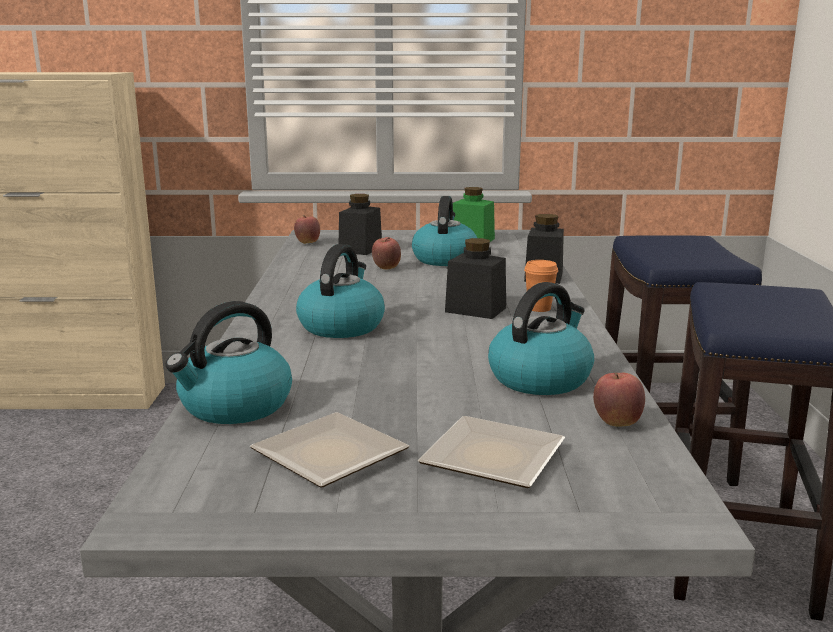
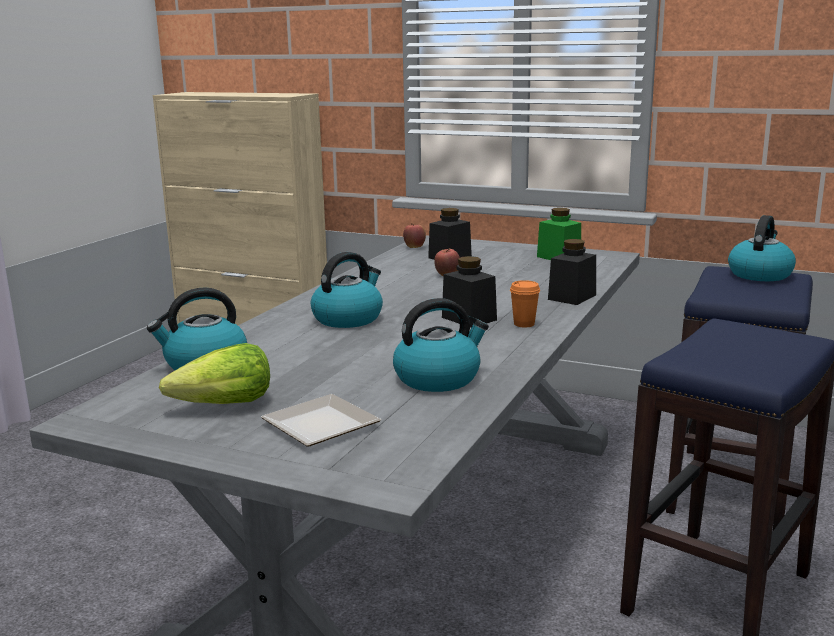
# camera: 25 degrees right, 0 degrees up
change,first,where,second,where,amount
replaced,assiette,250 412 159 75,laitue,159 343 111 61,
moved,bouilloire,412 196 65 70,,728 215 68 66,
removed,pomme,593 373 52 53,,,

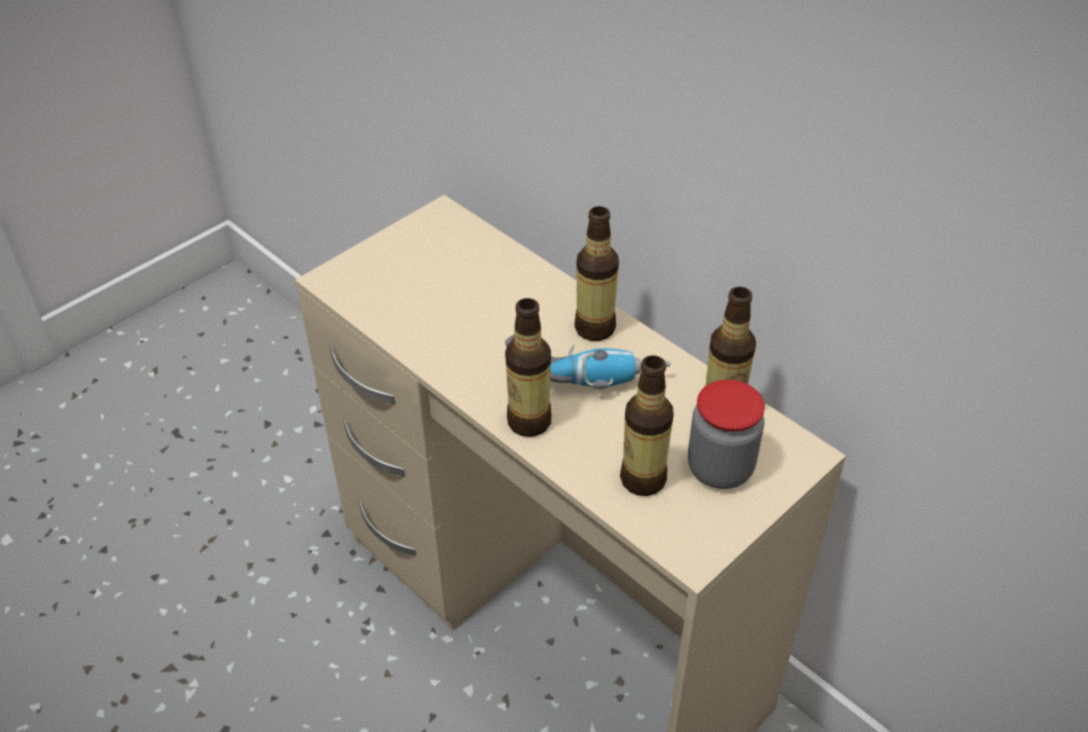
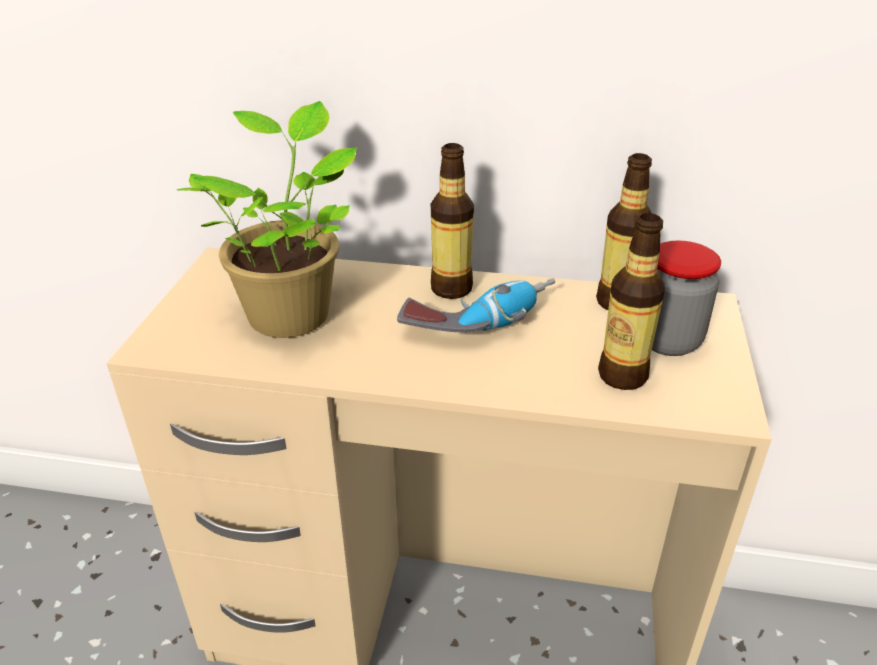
# camera: 35 degrees left, 10 degrees down
change,first,where,second,where,amount
added,,,plante en pot,177 101 180 237,
removed,bouteille,505 298 47 139,,,

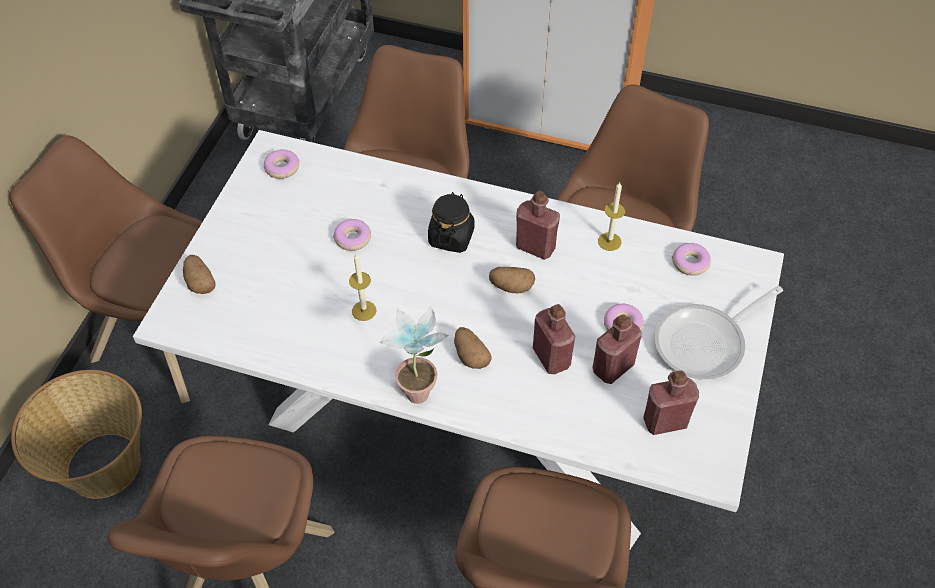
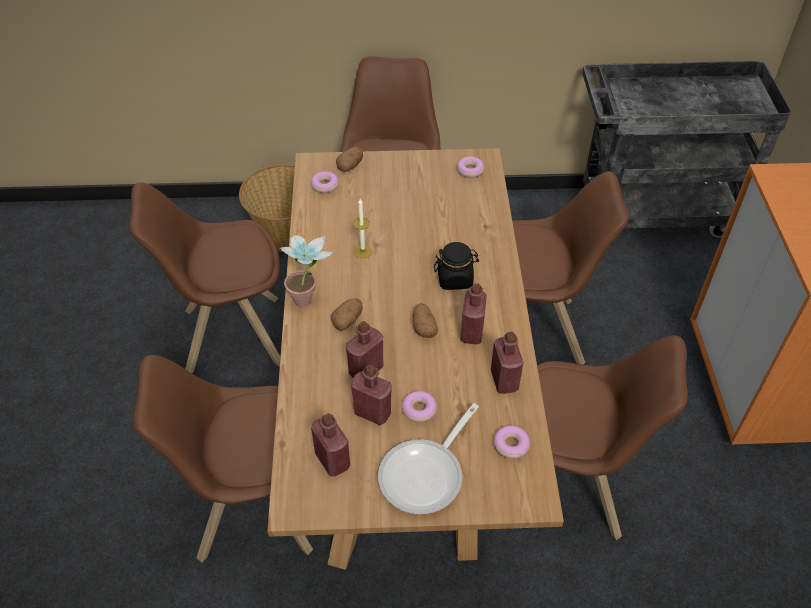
# camera: 70 degrees right, 5 degrees down
change,first,where,second,where,amount
recoloured,table à manger [blanc],133 130 651 419,table à manger [marron],267 148 297 422,
moved,beignet,333 219 38 32,,311 171 28 22,
turned,poêle,654 286 129 93,,378 403 101 111,90 degrees counterclockwise
replaced,bougie,598 182 28 69,bouteille [rouge],491 332 33 62,

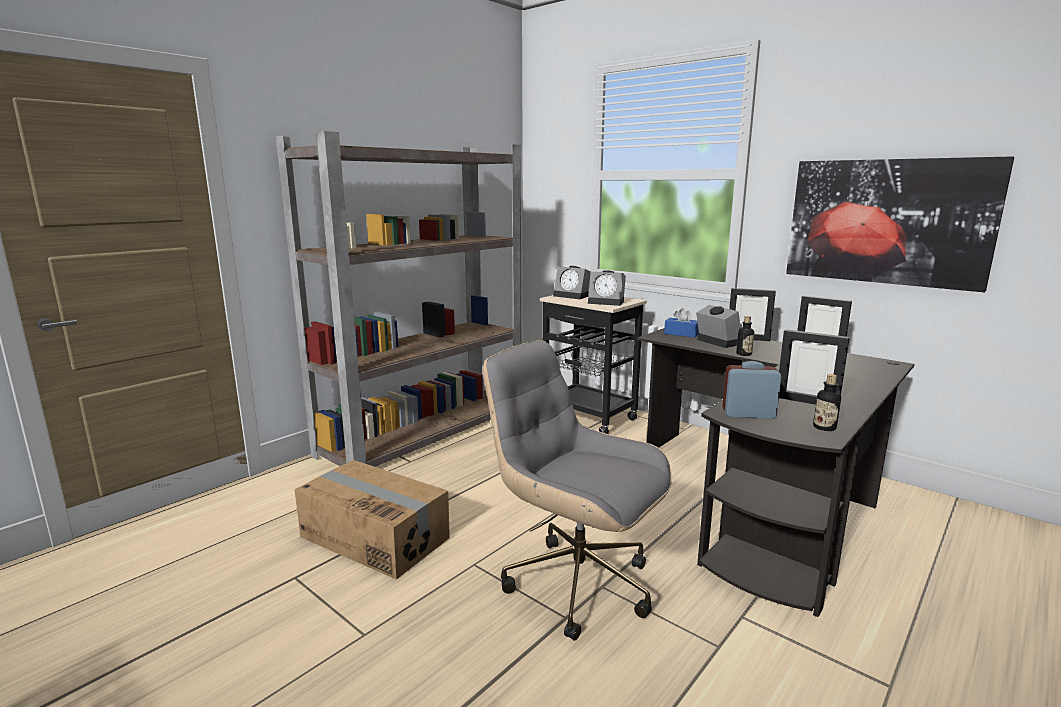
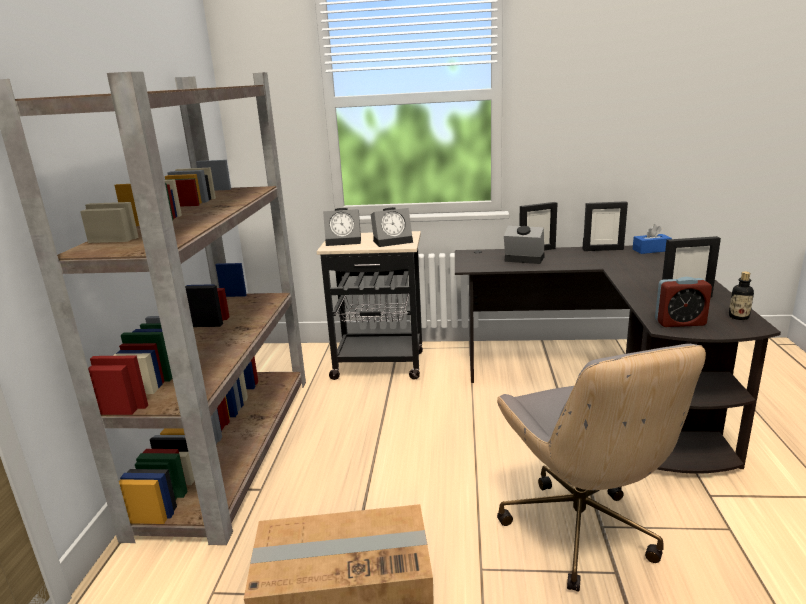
# camera: 35 degrees left, 5 degrees up
change,first,where,second,where,amount
turned,chaise de bureau [gris],483 340 189 301,,497 344 209 248,105 degrees counterclockwise
moved,boîte à mouchoirs [bleu],664 308 35 30,,633 224 39 30,
turned,réveil,722 361 60 58,,655 277 57 50,150 degrees counterclockwise
removed,bouteille,736 316 18 40,,,
removed,tableau,786 156 228 136,,,

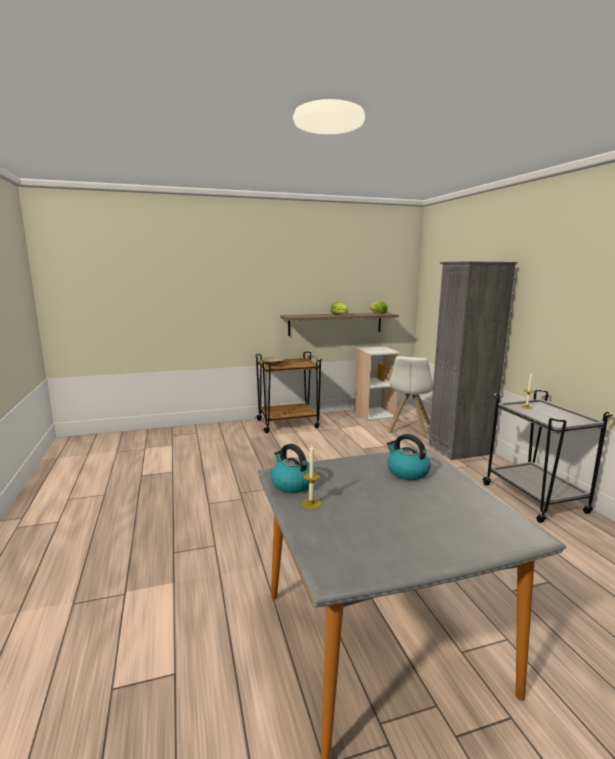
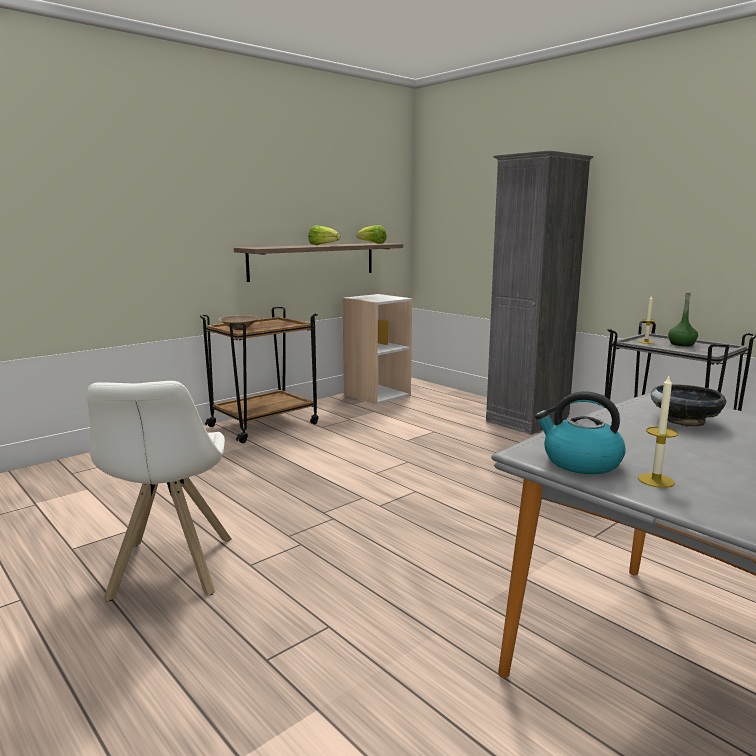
# camera: 25 degrees left, 0 degrees up
change,first,where,second,where,amount
moved,chaise [blanc],388 356 45 81,,87 381 145 221,
replaced,bouilloire,386 434 45 46,bol [noir],651 384 75 43,
added,,,bouteille [vert],668 293 30 53,

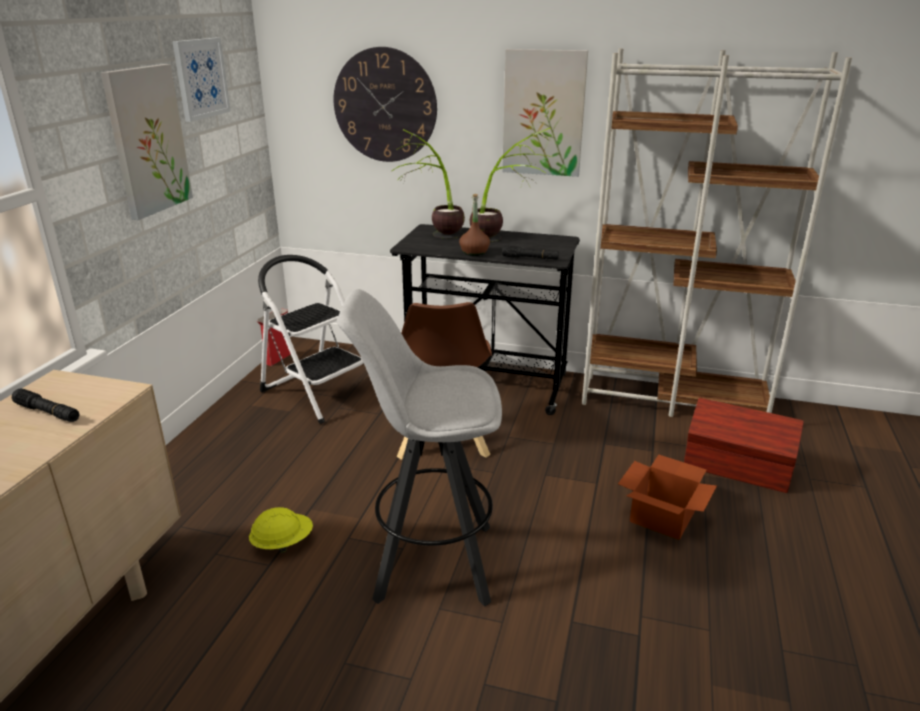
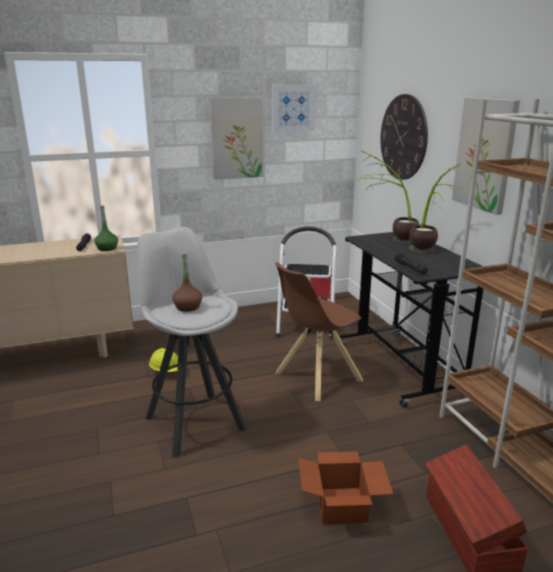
# camera: 55 degrees right, 5 degrees down
change,first,where,second,where,amount
added,,,bouteille [vert],94 206 24 45,
moved,bouteille [marron],459 194 31 62,,172 253 30 59,

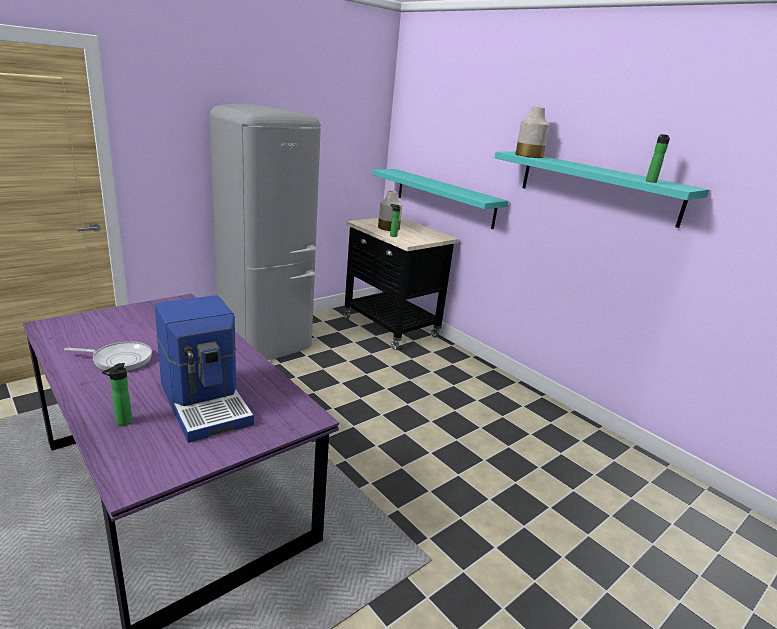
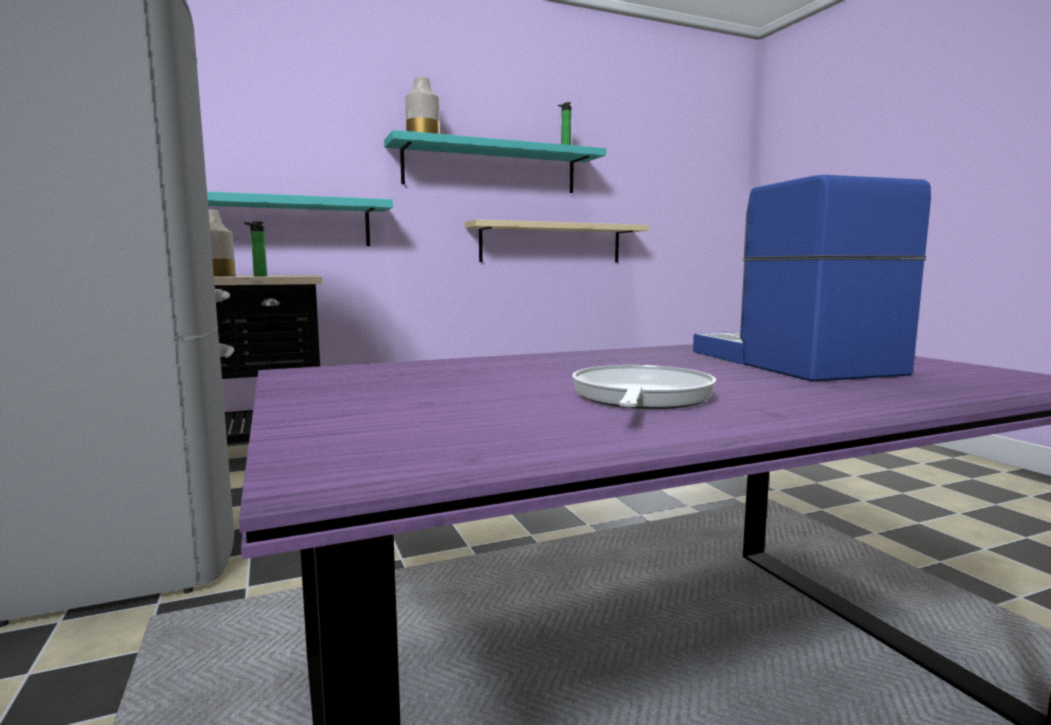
# camera: 70 degrees left, 15 degrees down
change,first,where,second,where,amount
added,,,étagère [beige],465 219 184 44,
turned,machine à café,154 295 100 148,,693 175 238 207,90 degrees counterclockwise
removed,bouteille,102 363 30 63,,,

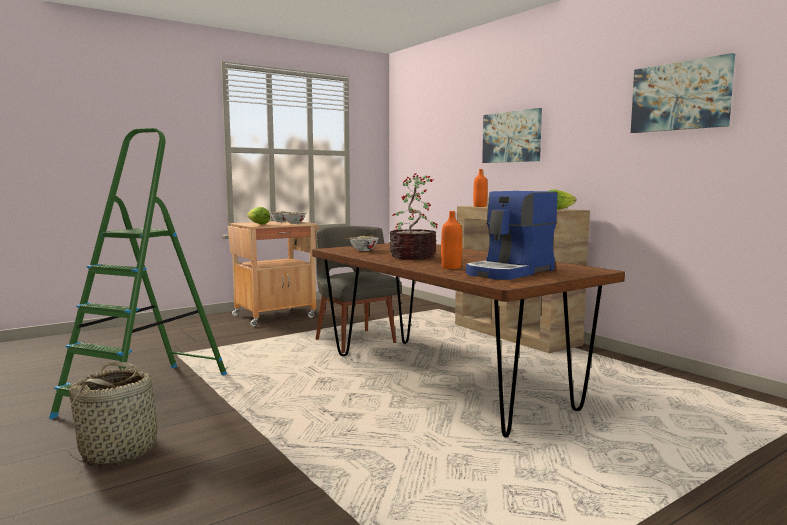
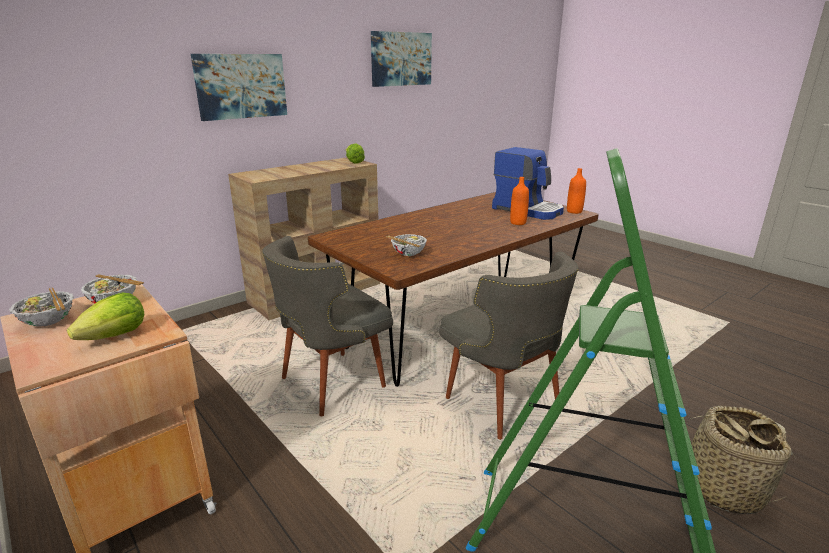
# camera: 95 degrees left, 15 degrees up
change,first,where,second,where,amount
added,,,chaise [gris],439 251 139 189,
moved,bouteille [orange],473 169 15 38,,567 168 19 46,
removed,plante en pot,389 173 48 87,,,

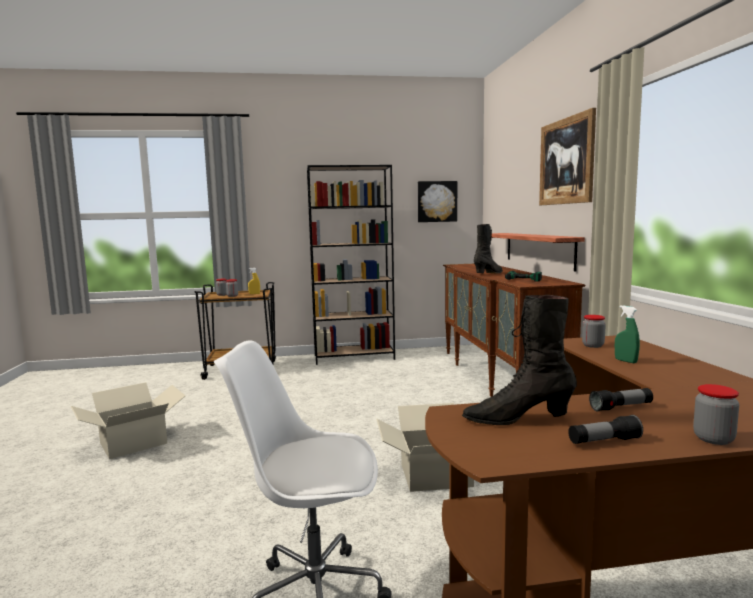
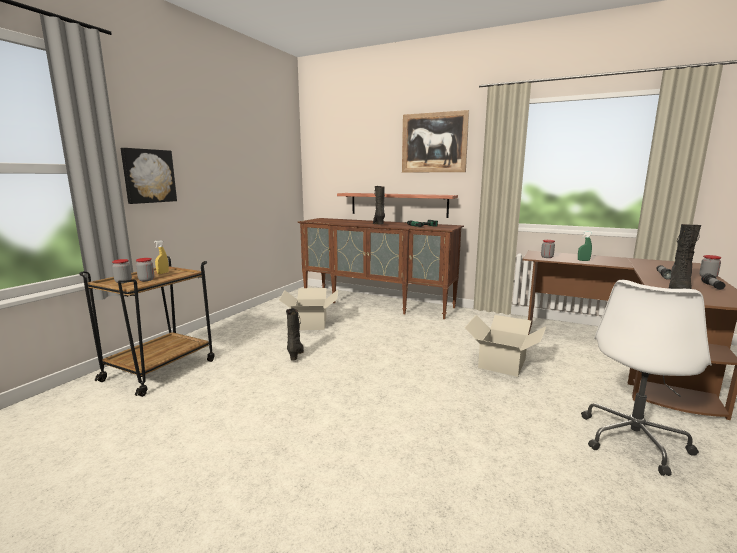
# camera: 55 degrees left, 5 degrees up
change,first,where,second,where,amount
moved,tableau,418 181 39 41,,121 148 56 56,
moved,carton,70 382 116 77,,279 288 59 42,
added,,,botte [noir],286 308 18 53,
removed,bibliothèque [beige],307 165 88 200,,,

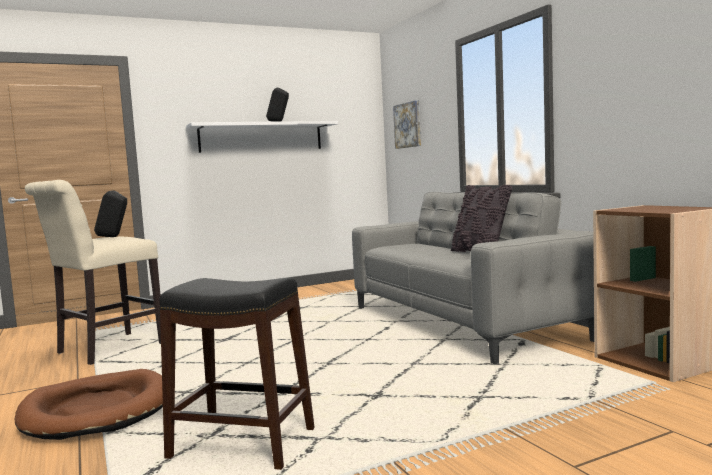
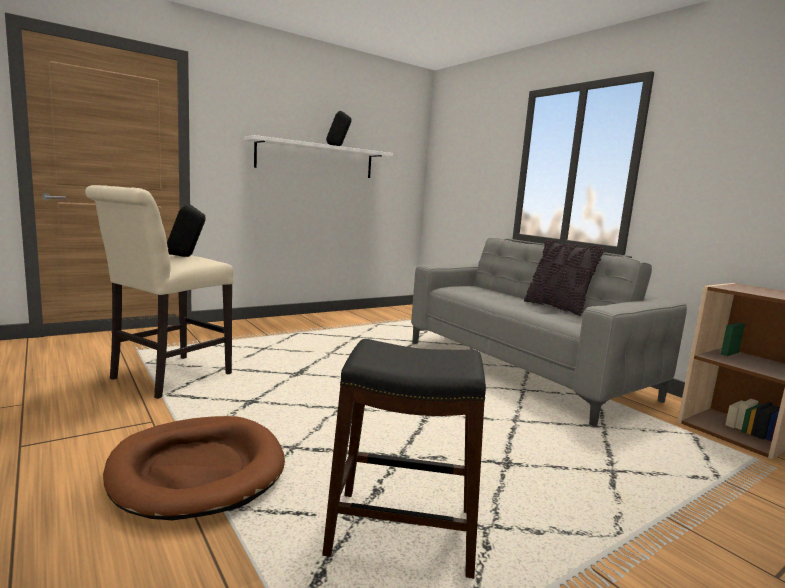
# camera: 10 degrees left, 5 degrees up
change,first,where,second,where,amount
removed,tableau,393 100 28 49,,,

